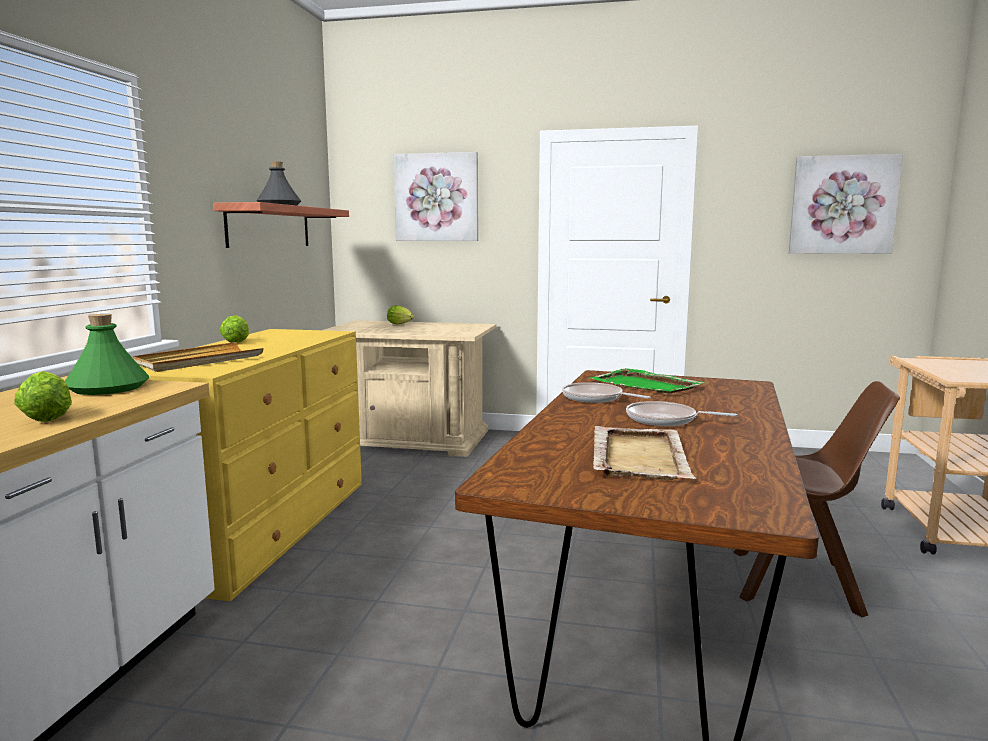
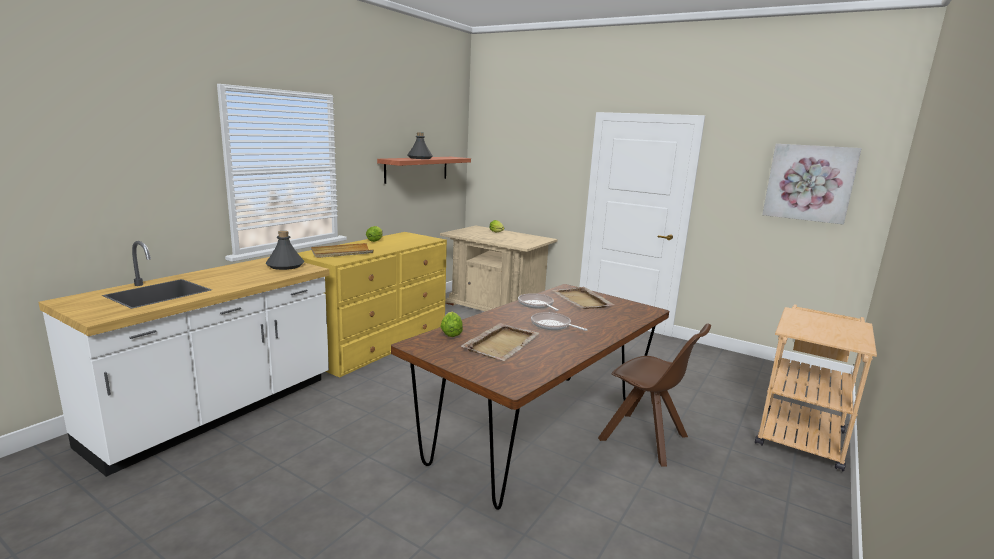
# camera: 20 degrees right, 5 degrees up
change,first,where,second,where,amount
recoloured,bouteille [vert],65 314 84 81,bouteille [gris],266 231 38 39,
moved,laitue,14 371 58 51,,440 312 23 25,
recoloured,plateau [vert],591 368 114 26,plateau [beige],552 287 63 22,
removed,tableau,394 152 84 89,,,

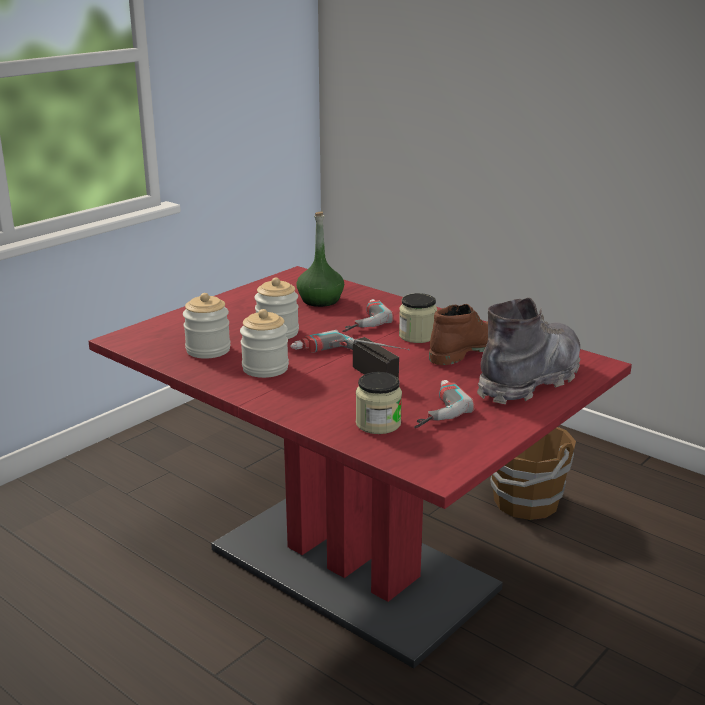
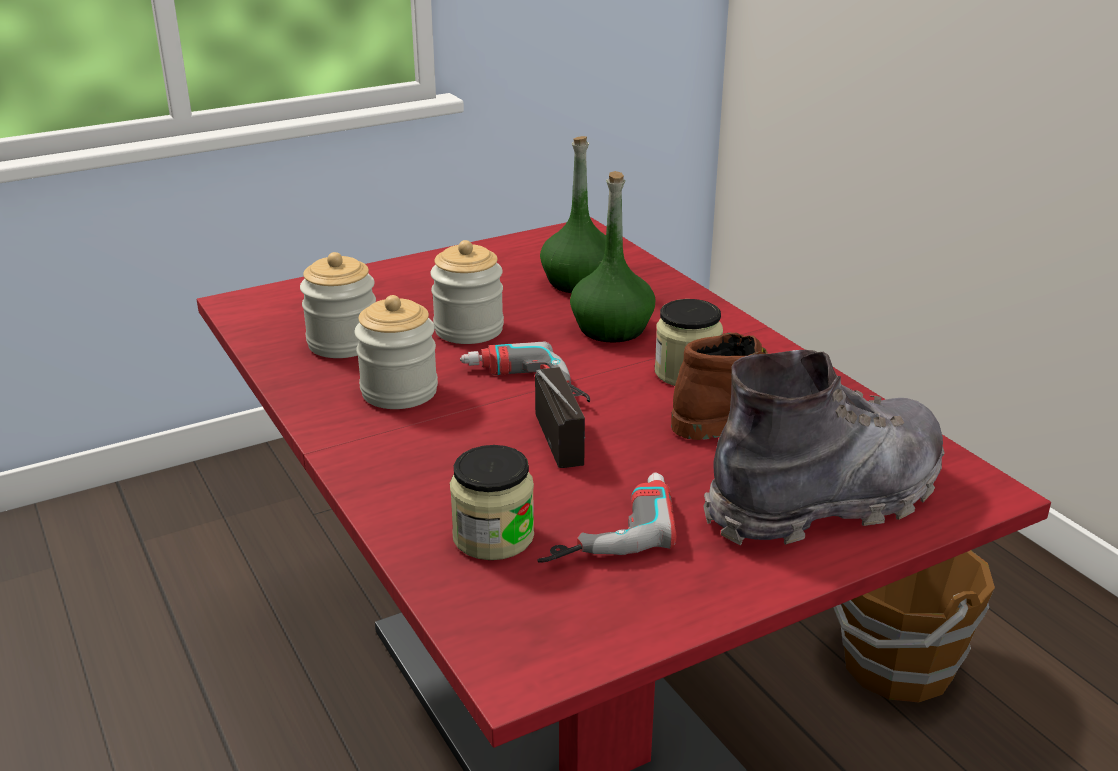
# camera: 20 degrees right, 5 degrees up
change,first,where,second,where,amount
replaced,perceuse,342 299 52 33,bouteille [vert],570 171 85 172,

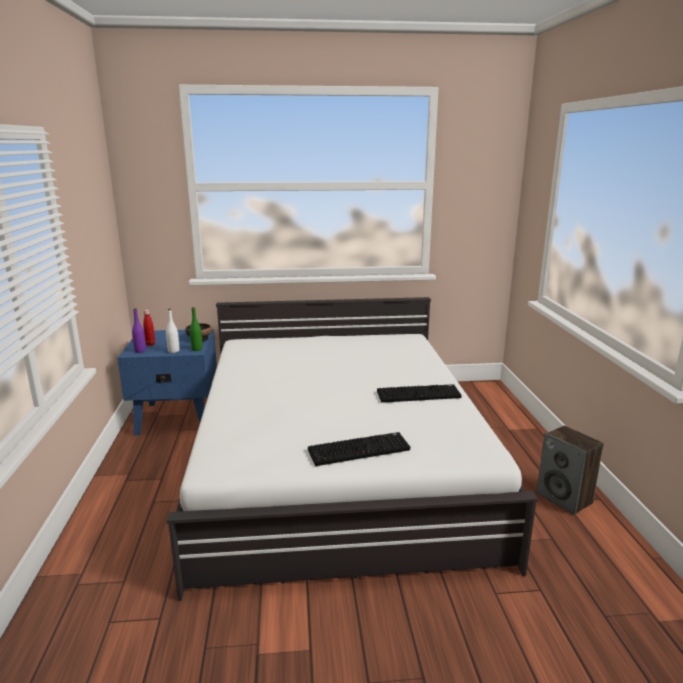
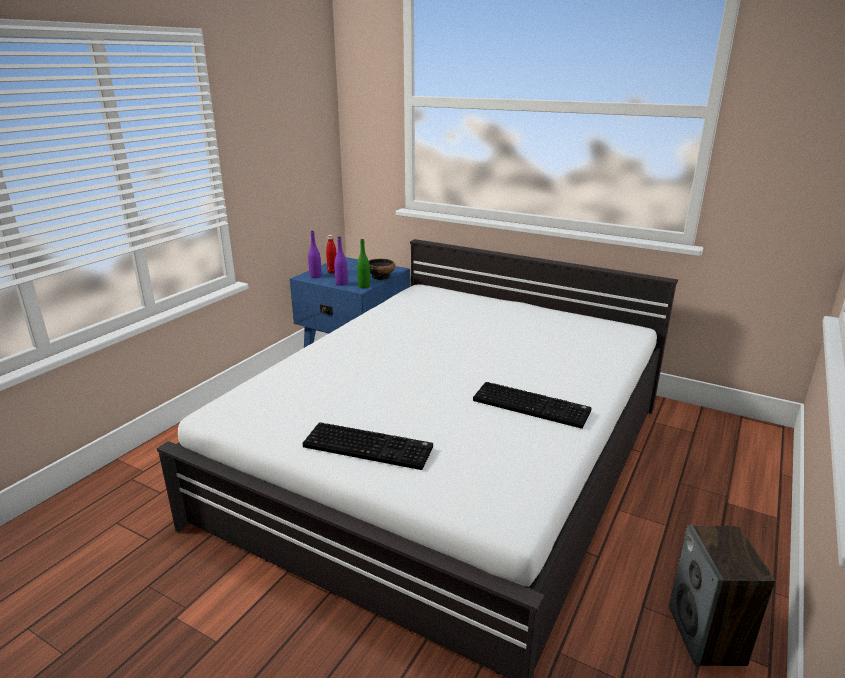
# camera: 35 degrees right, 5 degrees up
change,first,where,second,where,amount
recoloured,bouteille [blanc],166 309 13 44,bouteille [violet],334 237 14 49,

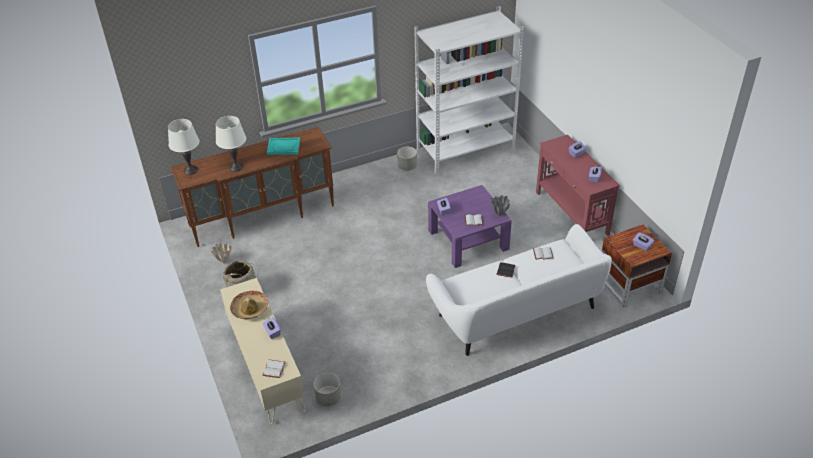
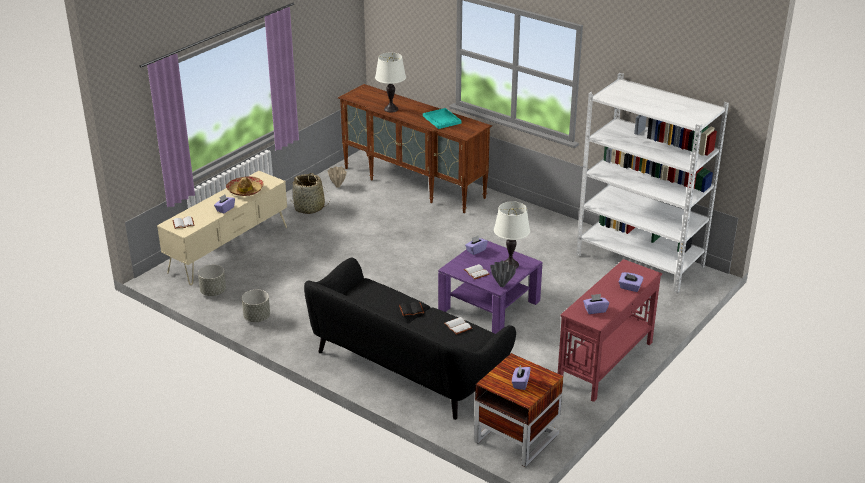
# camera: 60 degrees right, 10 degrees down
change,first,where,second,where,amount
moved,cache-pot [gris],397 147 20 24,,242 290 28 32,
recoloured,canapé [blanc],426 224 186 132,canapé [noir],304 258 212 162,
moved,lampe de table [blanc],168 119 32 56,,494 201 36 68,

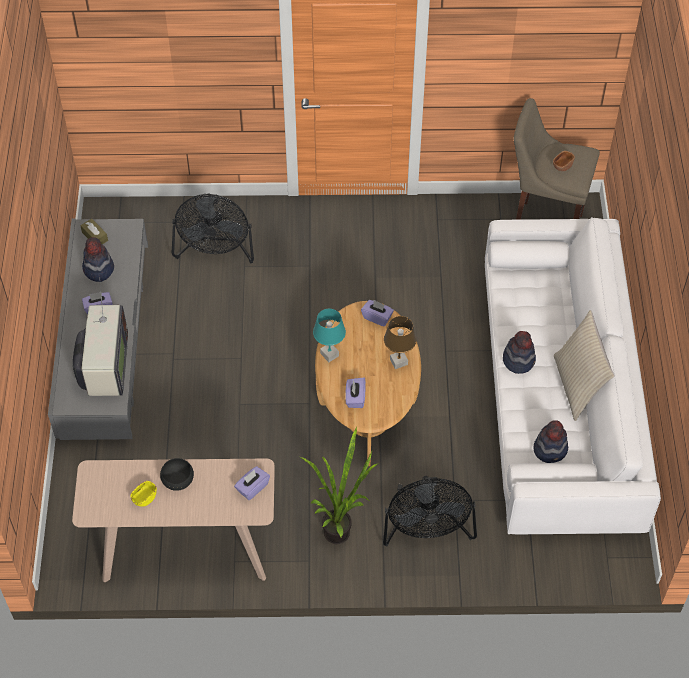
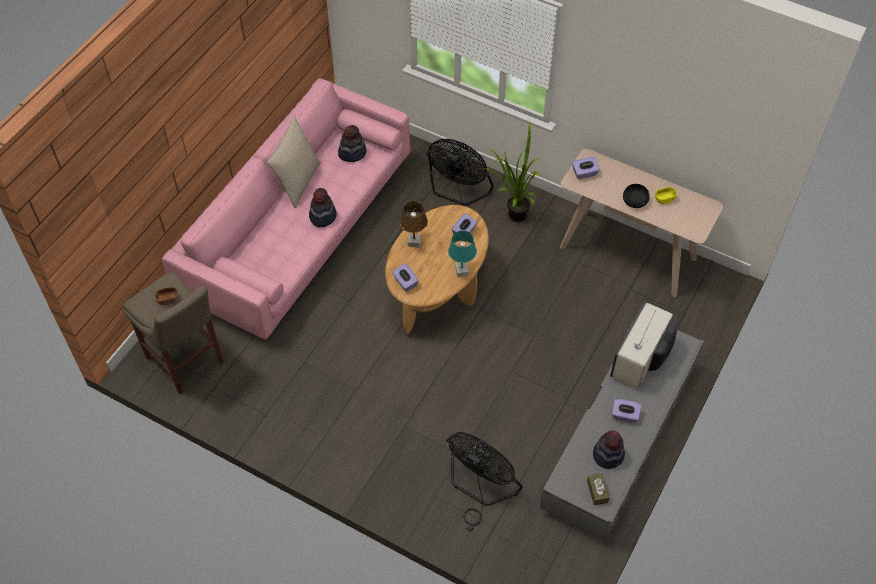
# camera: 150 degrees left, 0 degrees up
change,first,where,second,where,amount
recoloured,canapé [blanc],485 217 176 317,canapé [rose],161 78 249 262,

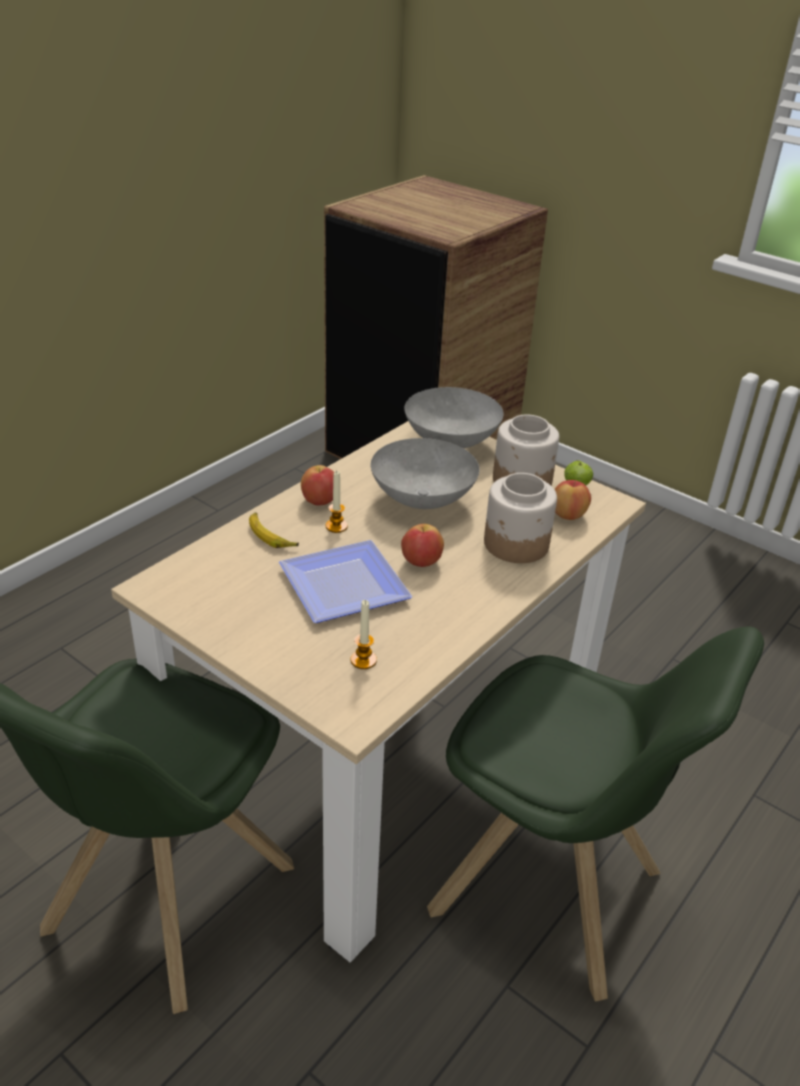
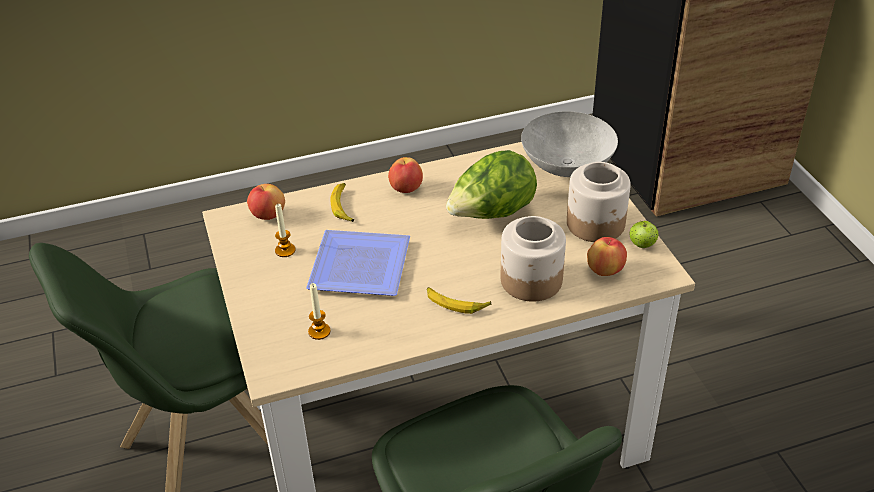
# camera: 35 degrees right, 5 degrees up
change,first,where,second,where,amount
moved,pomme,401 524 43 43,,247 184 38 36,
moved,bougie,326 471 22 62,,275 204 20 53,
added,,,banane,427 287 64 27,
replaced,bol [gris],371 438 108 71,laitue,446 150 91 69,

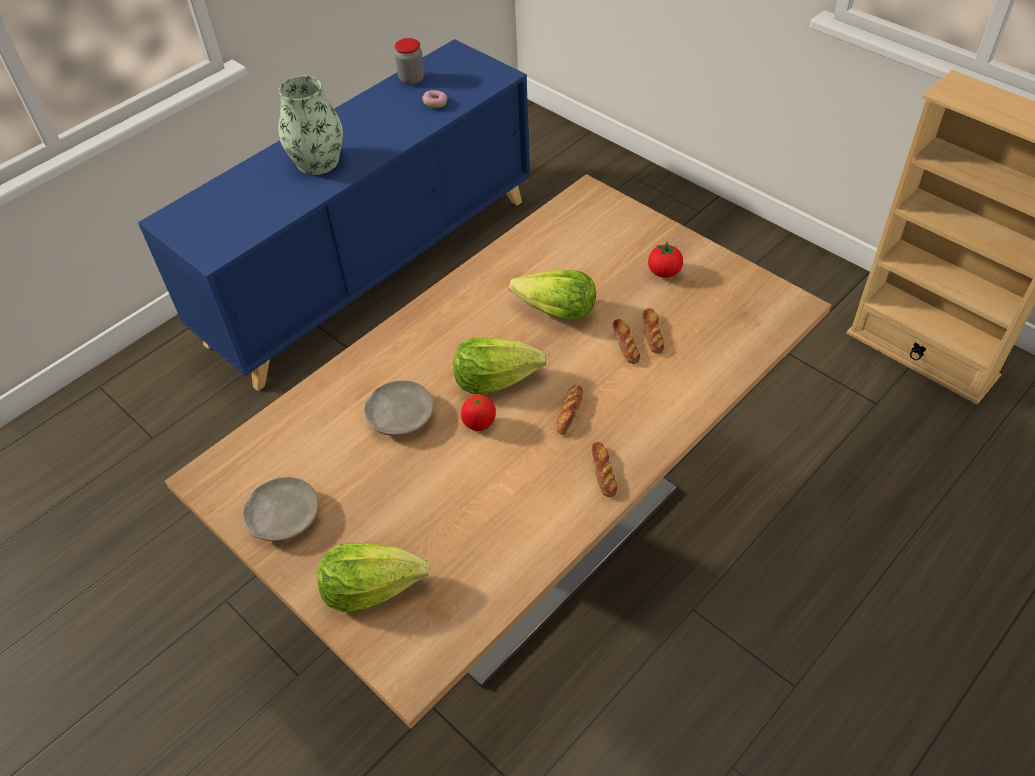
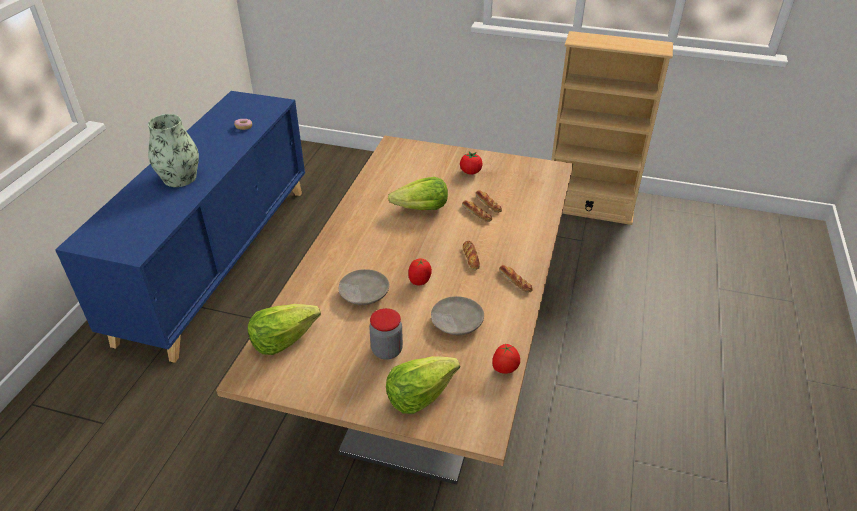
# camera: 30 degrees left, 10 degrees down
change,first,where,second,where,amount
moved,laitue,453 337 94 57,,248 304 73 51,
moved,bocal,394 38 30 47,,369 308 34 52,
moved,assiette [beige],243 477 75 64,,431 296 53 39,
added,,,tomate,492 344 28 30,

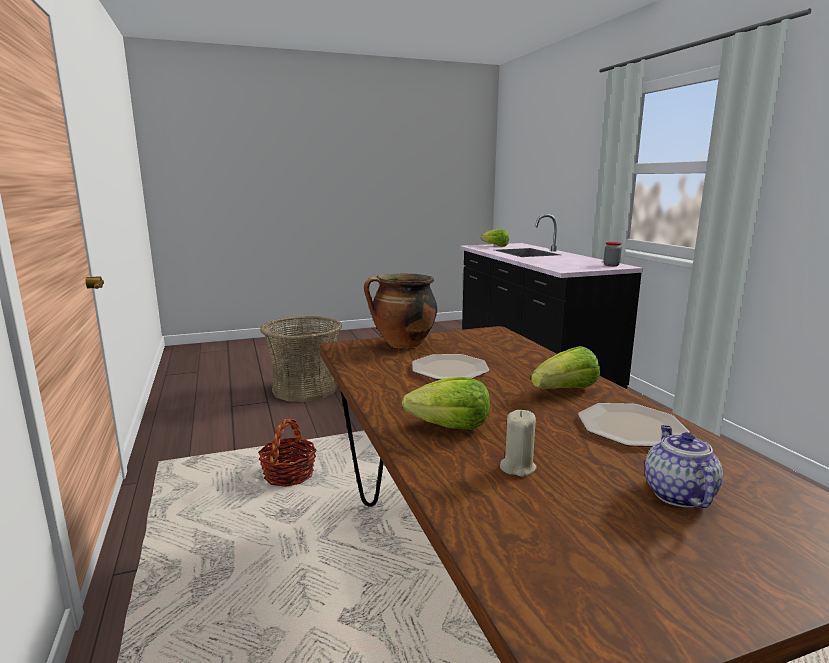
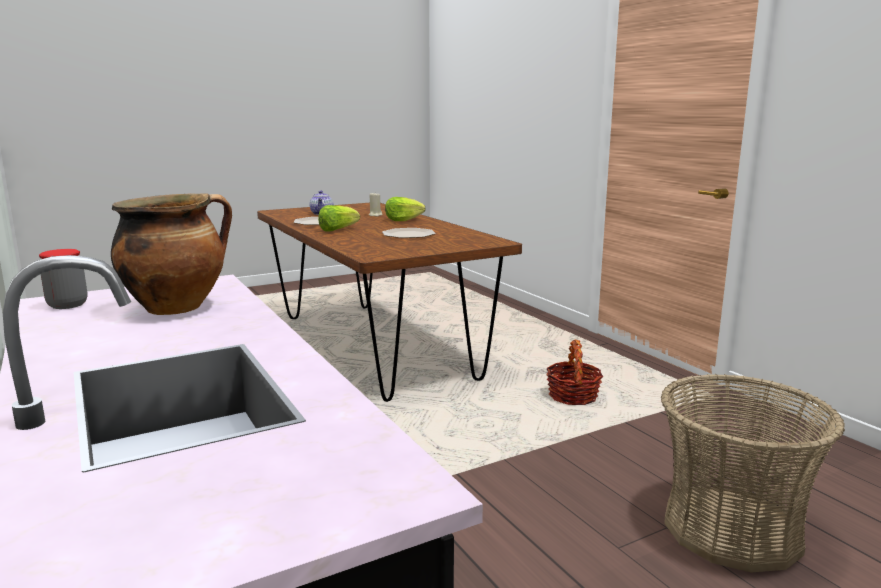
# camera: 170 degrees right, 0 degrees up
change,first,where,second,where,amount
moved,marmite,364 273 73 75,,111 193 121 122,
removed,laitue,481 229 28 18,,,

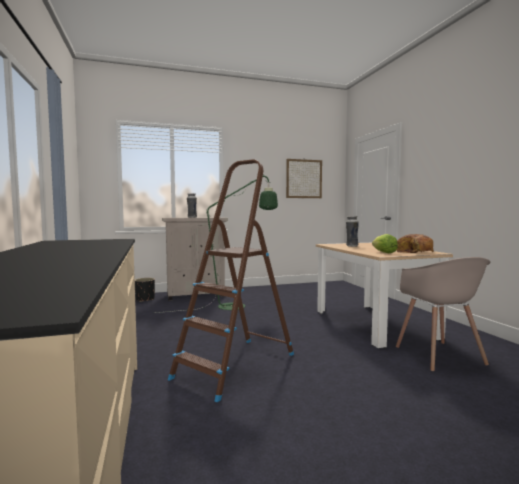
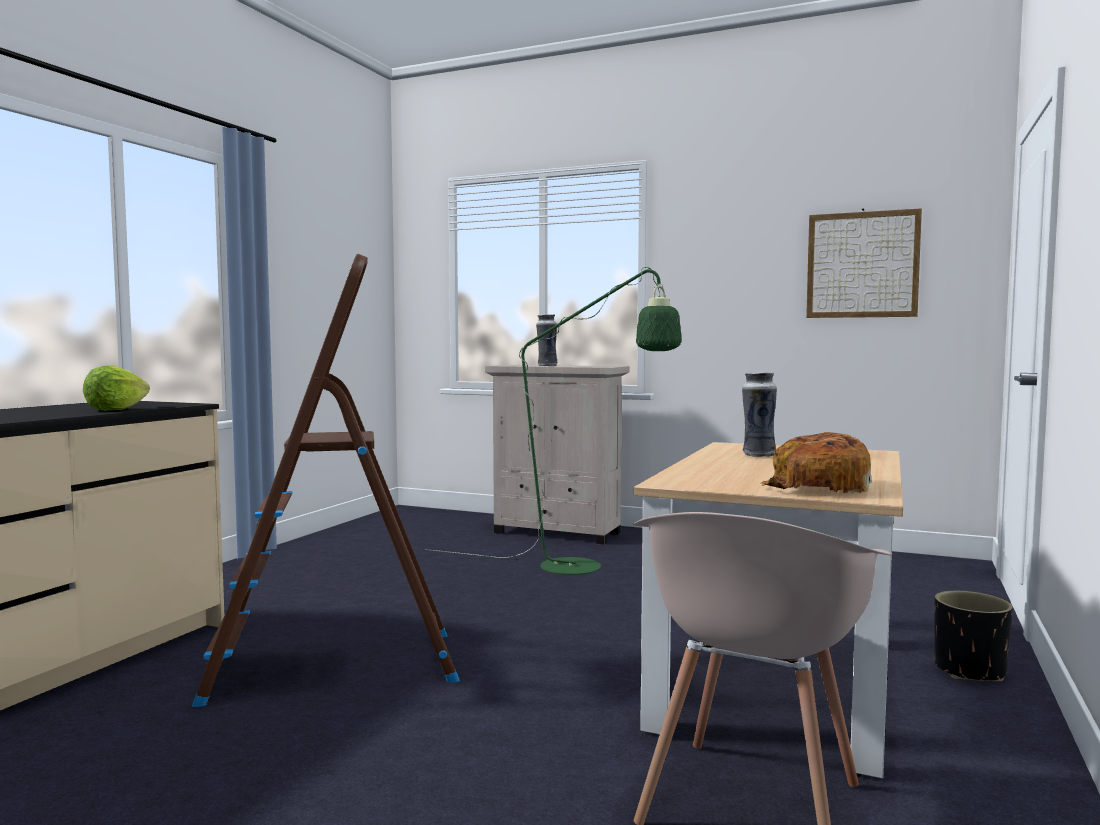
# camera: 40 degrees right, 0 degrees up
change,first,where,second,where,amount
moved,laitue,372 234 26 19,,83 366 67 45,
moved,cache-pot [noir],135 278 20 24,,934 591 79 90,

